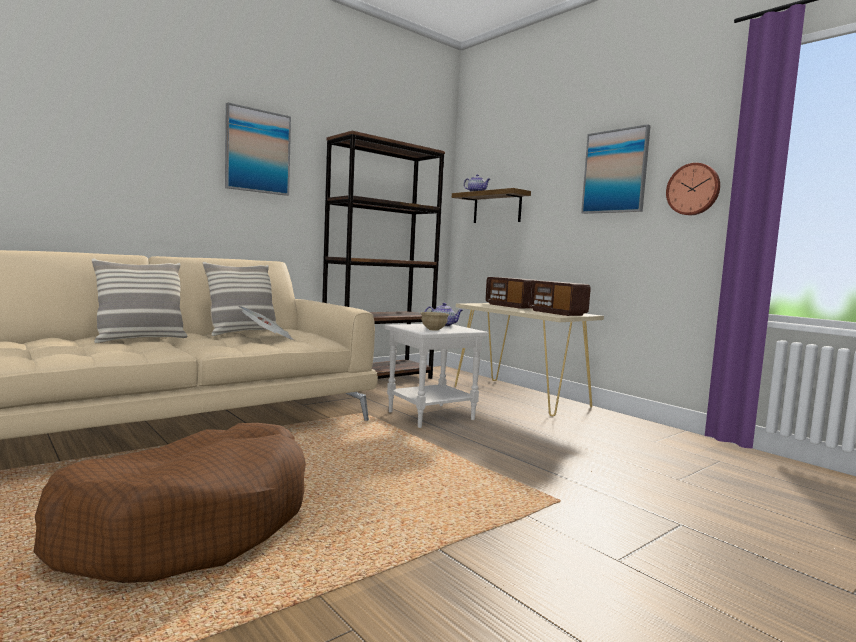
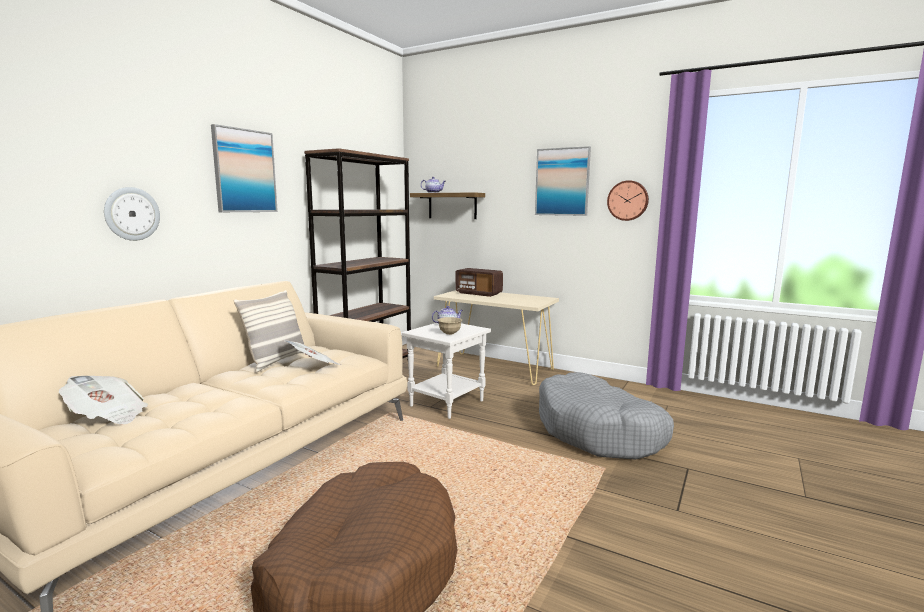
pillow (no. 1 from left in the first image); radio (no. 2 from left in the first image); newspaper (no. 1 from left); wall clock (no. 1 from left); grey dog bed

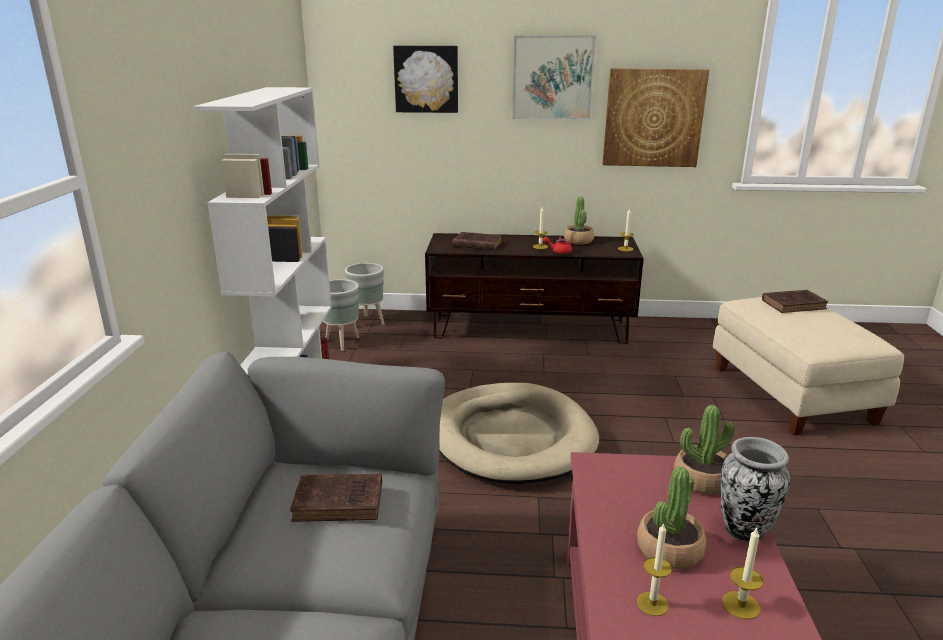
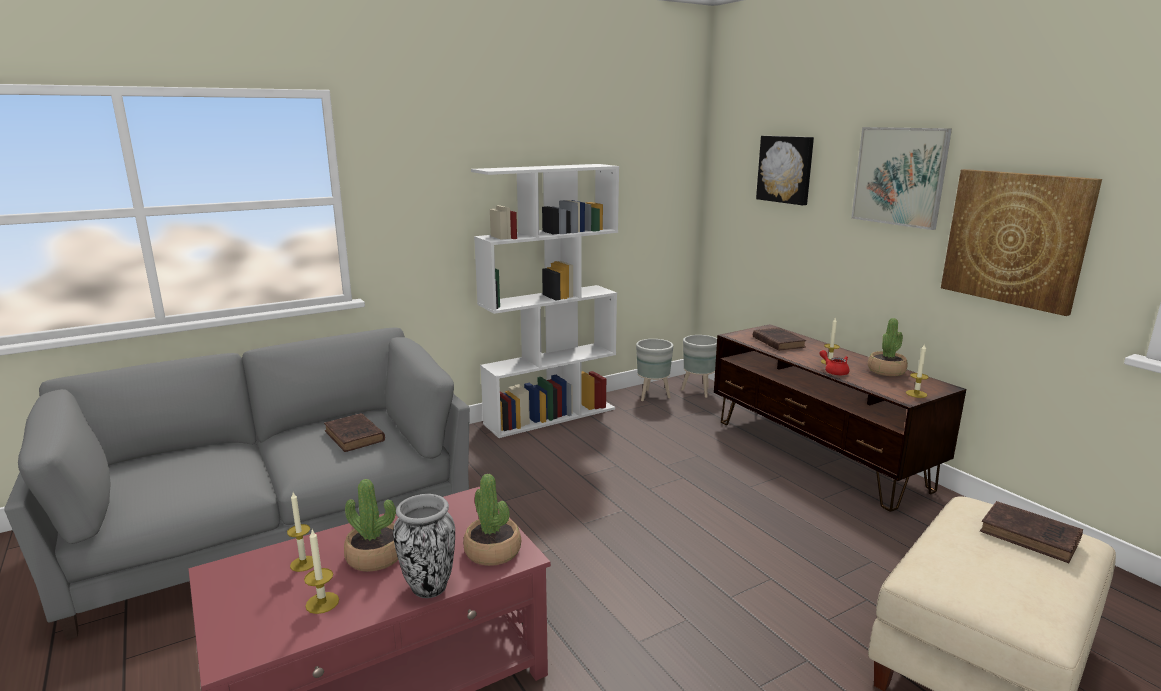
beige dog bed

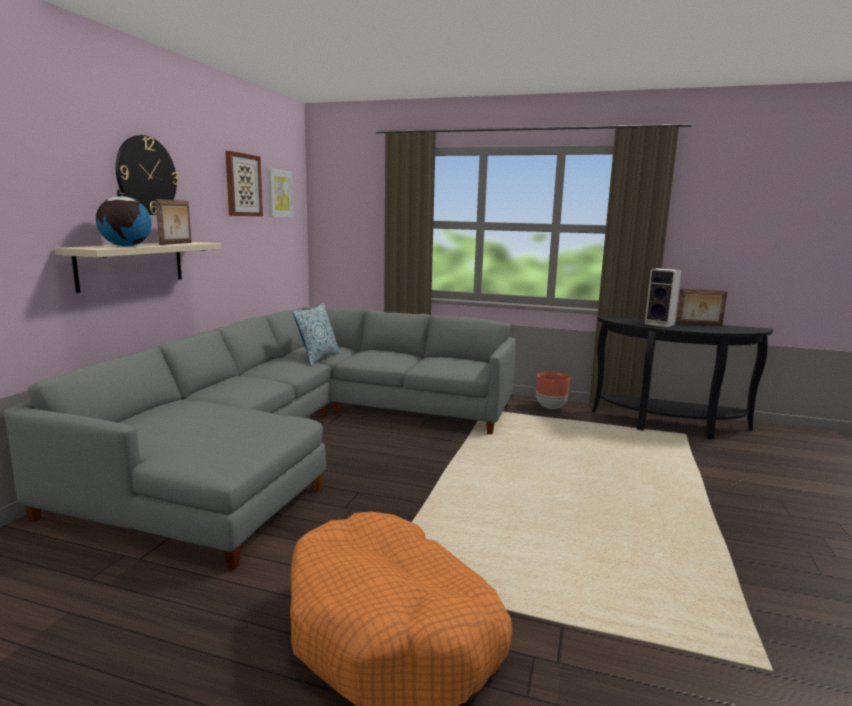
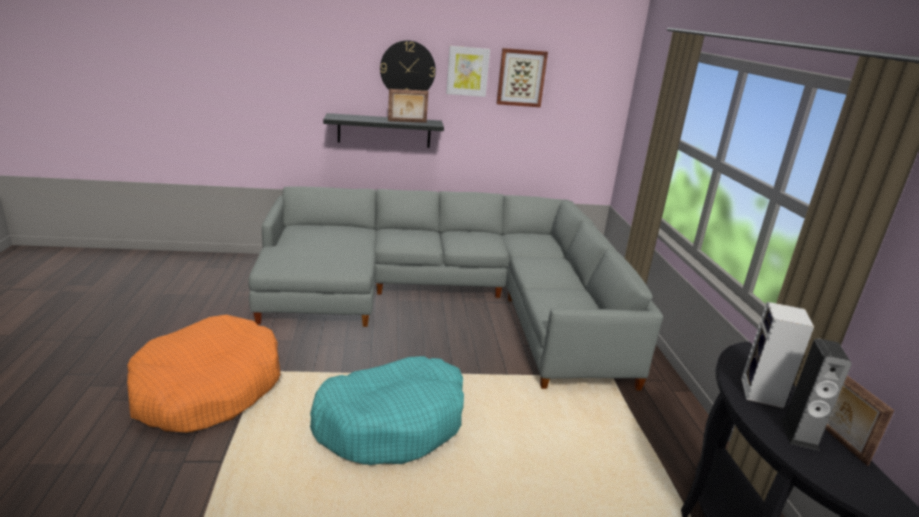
black shelf; globe; picture (no. 1 from left); pillow; brown planter; turquoise dog bed; speaker (no. 2 from left)

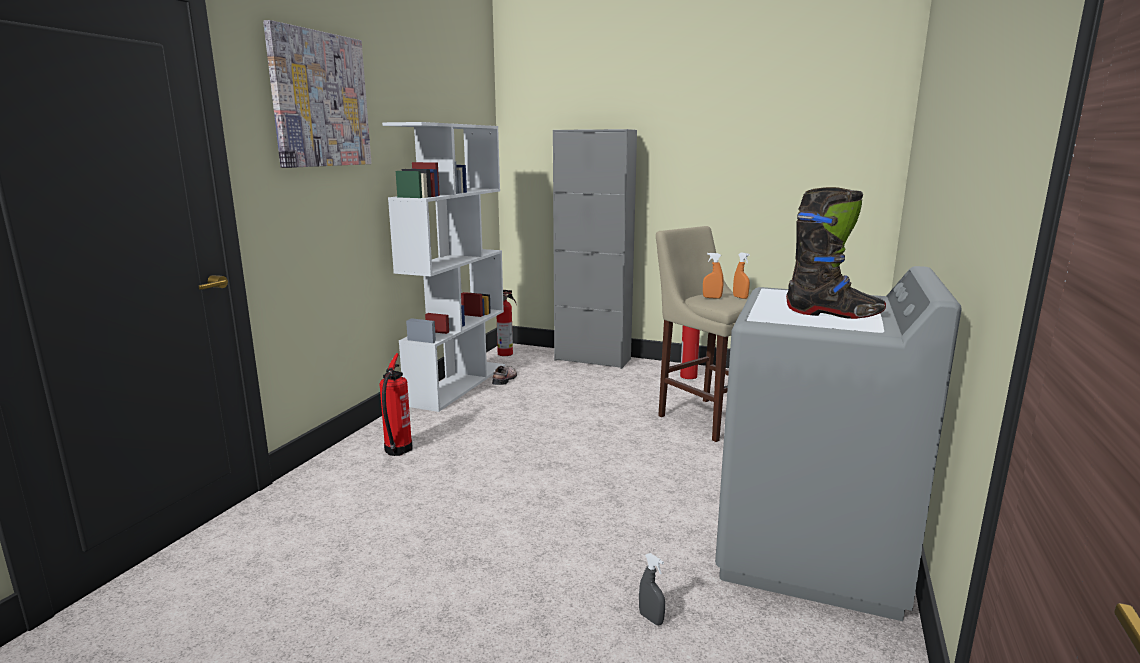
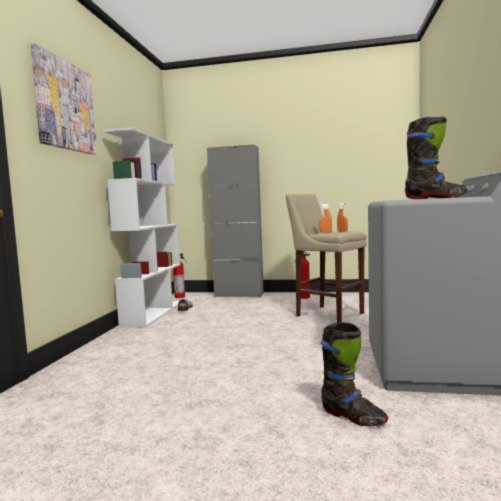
fire extinguisher (no. 1 from left in the first image); black boot (no. 1 from left)

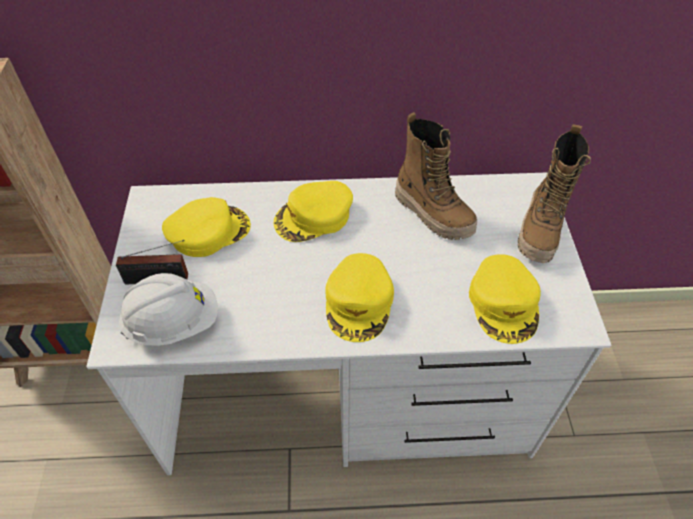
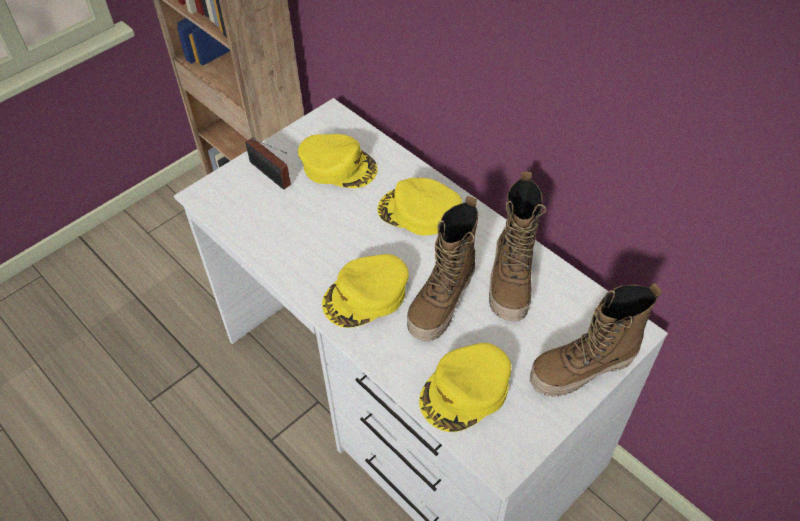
white hard hat; boot (no. 1 from left)

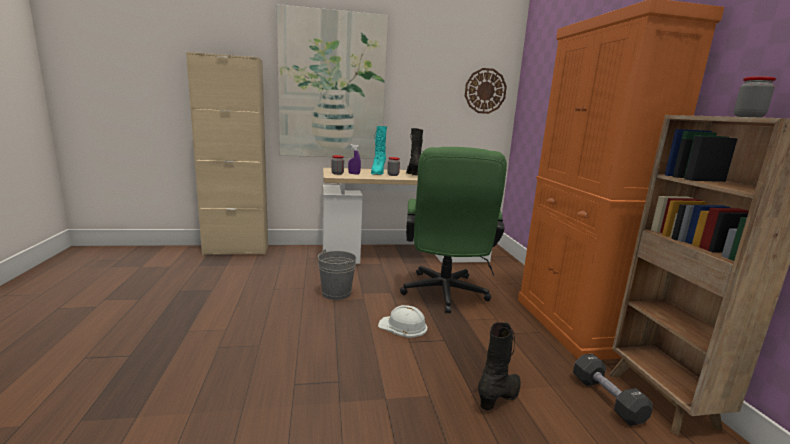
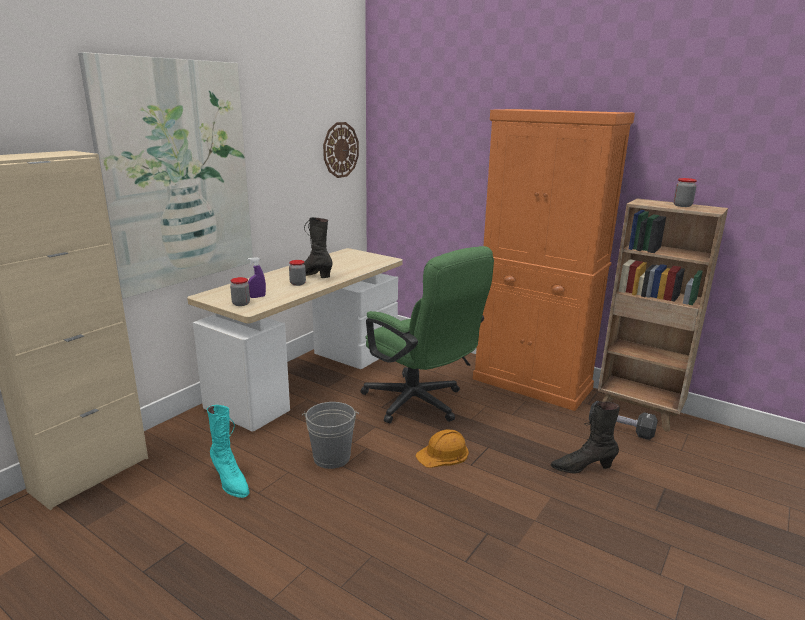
turquoise boot; orange hard hat; black boot (no. 2 from left)

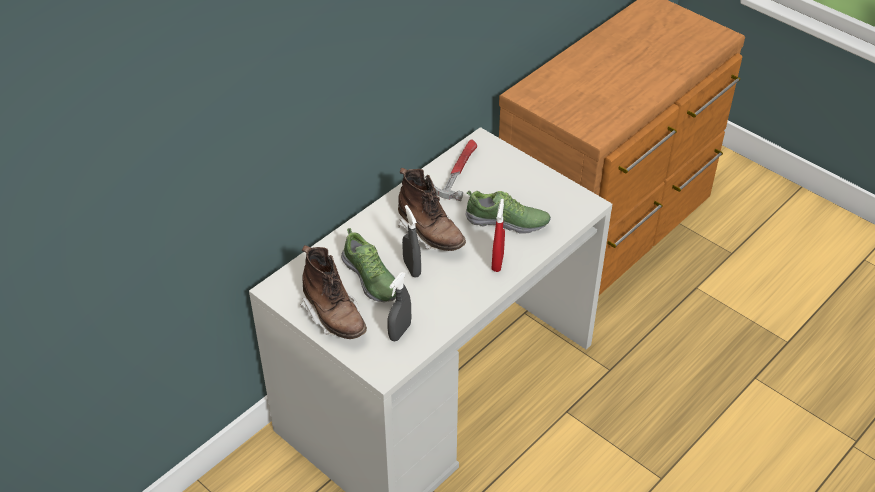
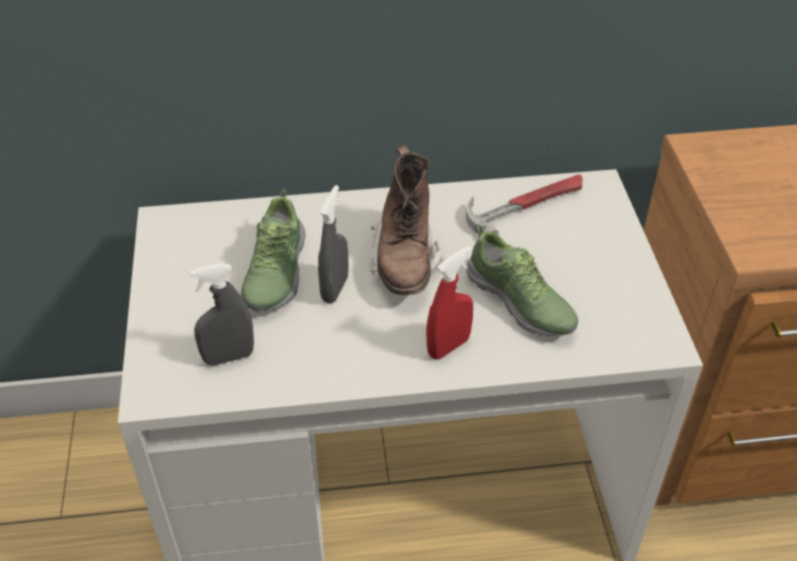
brown boot (no. 1 from left in the first image)

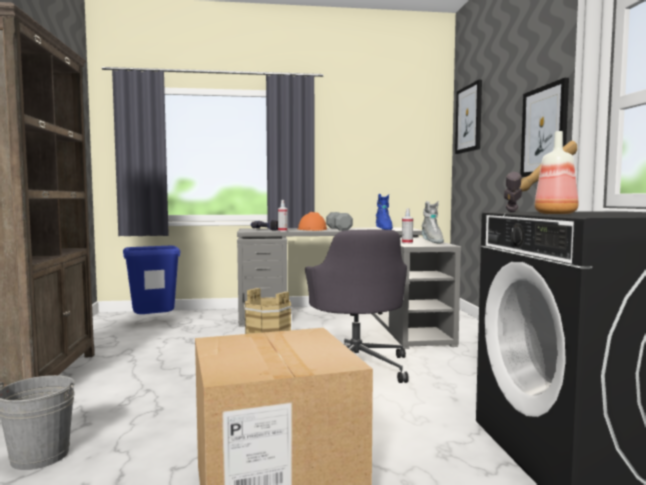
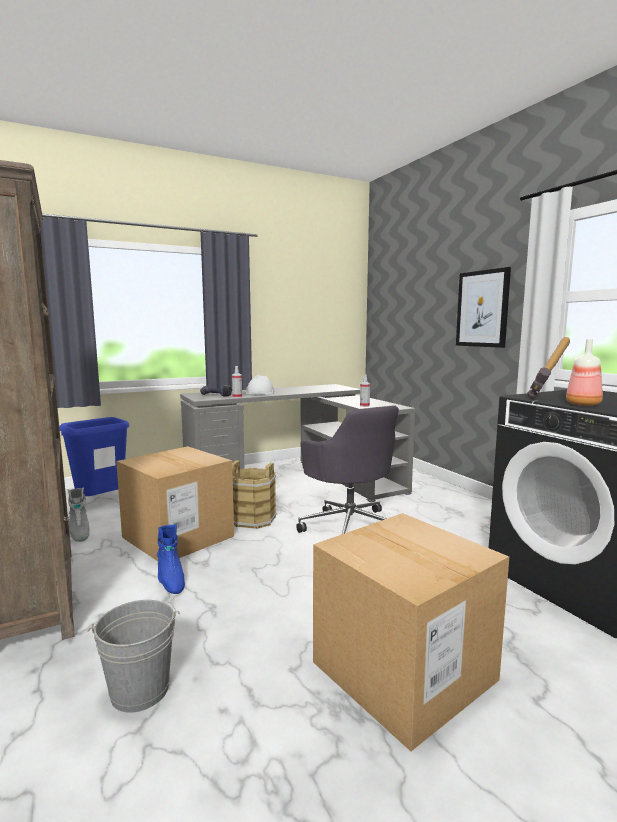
white hard hat; grey dumbbell; blue boot; grey boot; picture (no. 1 from left in the first image); cardboard box (no. 1 from left)

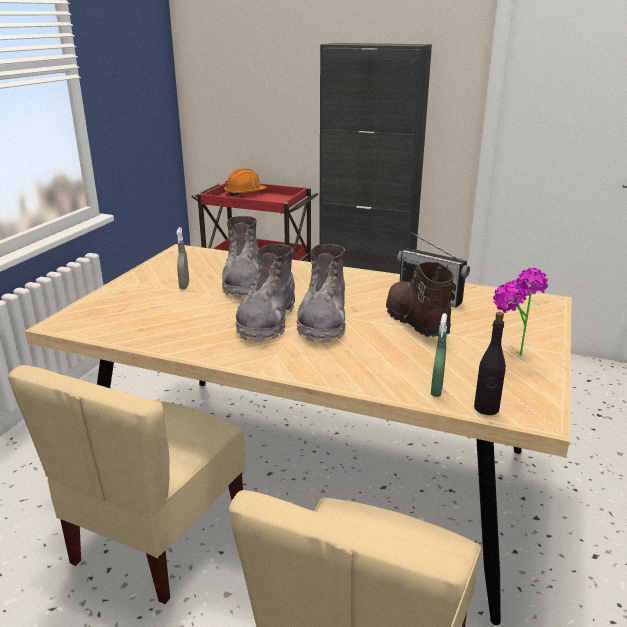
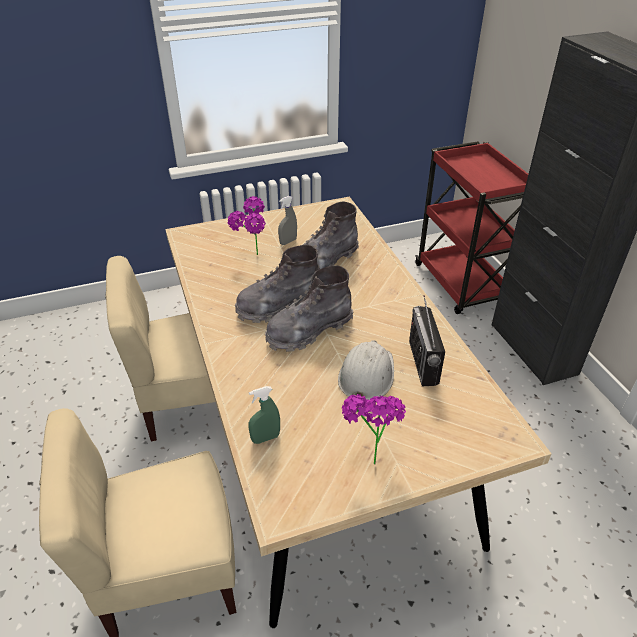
orange hard hat; white hard hat; black bottle; potted plant (no. 1 from left)

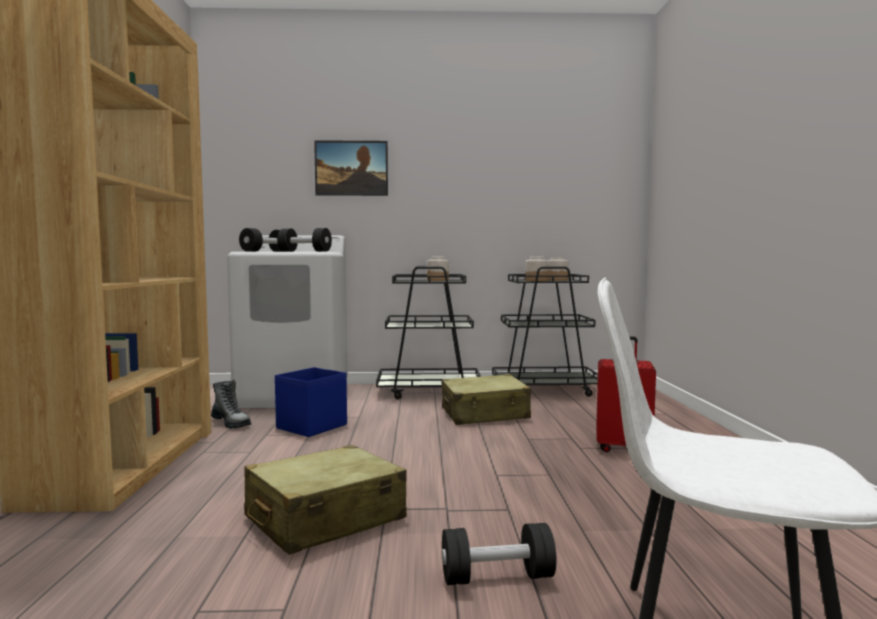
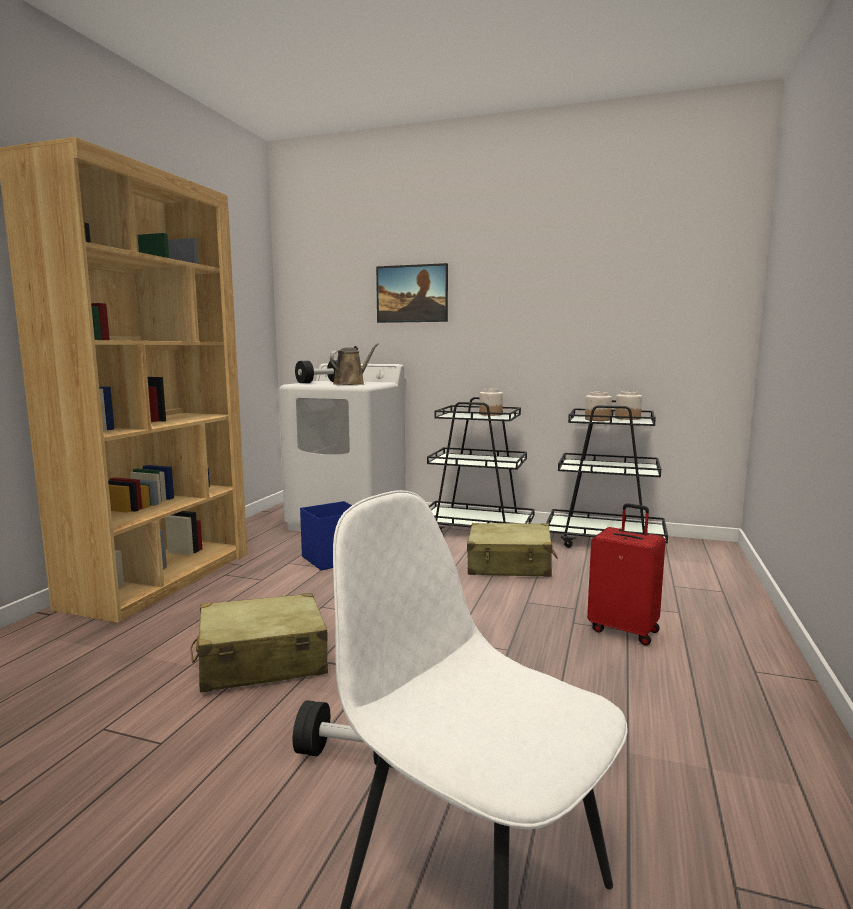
boot; brown watering can

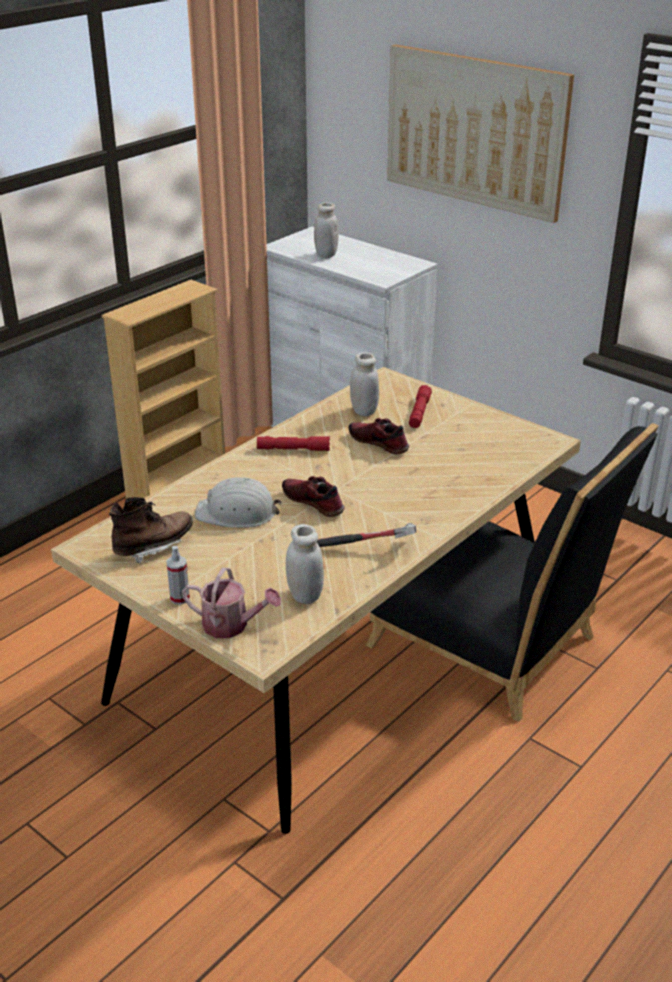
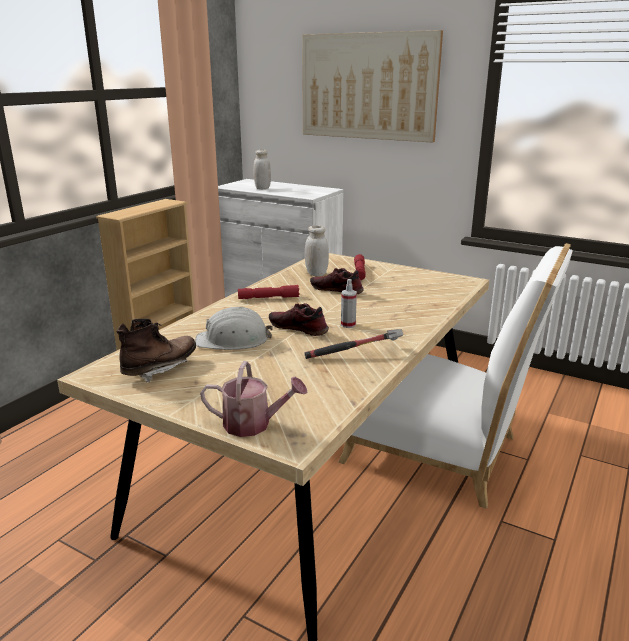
spray bottle; white jar (no. 1 from left in the first image); white chair

